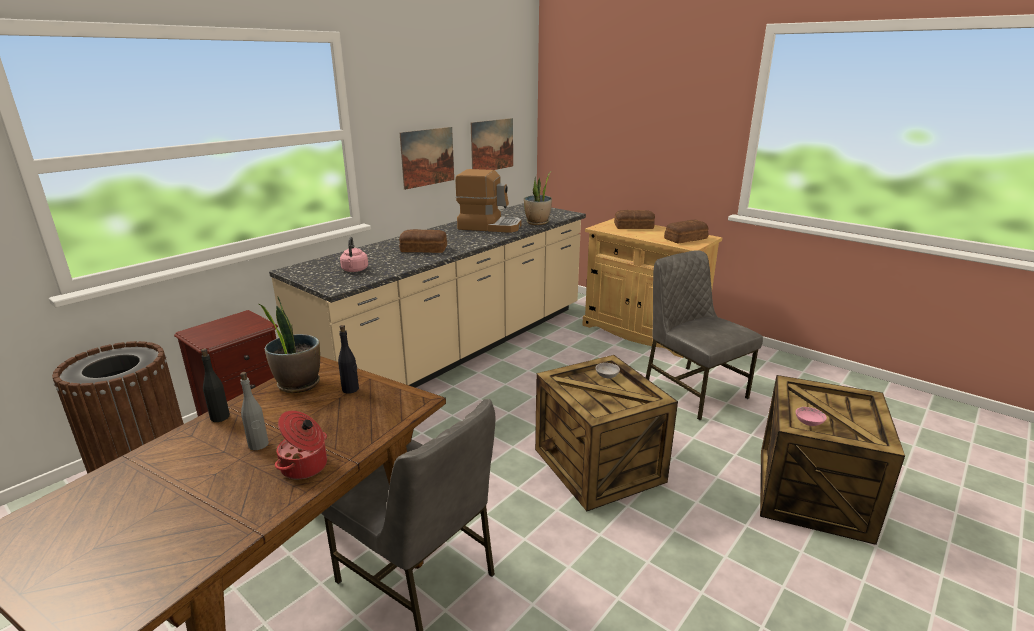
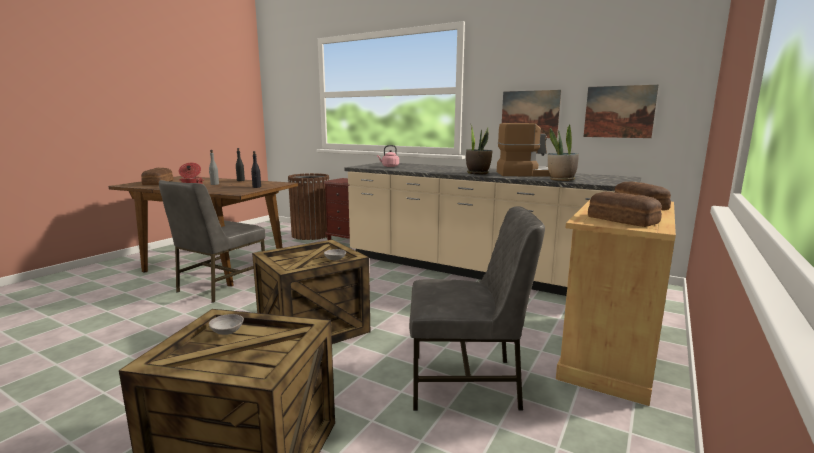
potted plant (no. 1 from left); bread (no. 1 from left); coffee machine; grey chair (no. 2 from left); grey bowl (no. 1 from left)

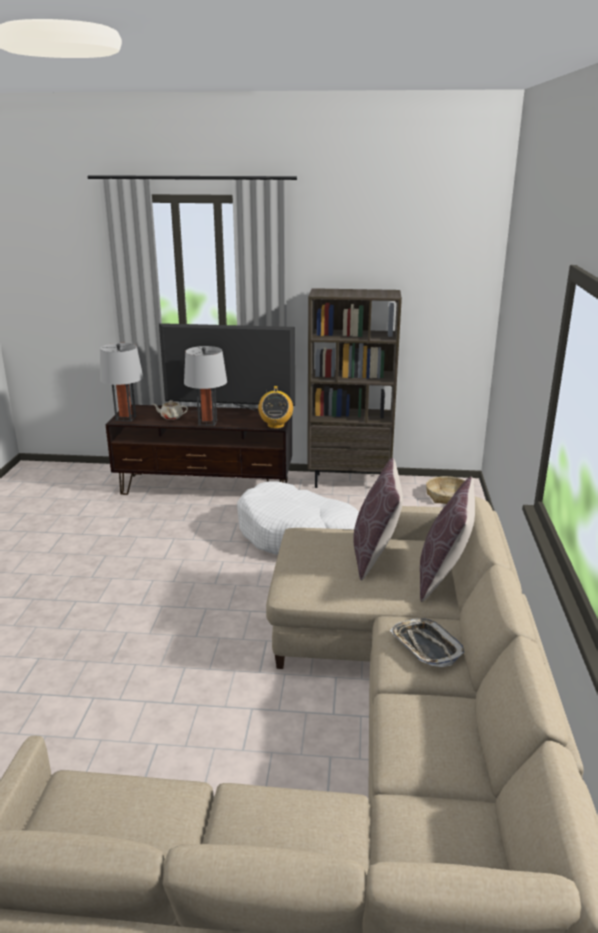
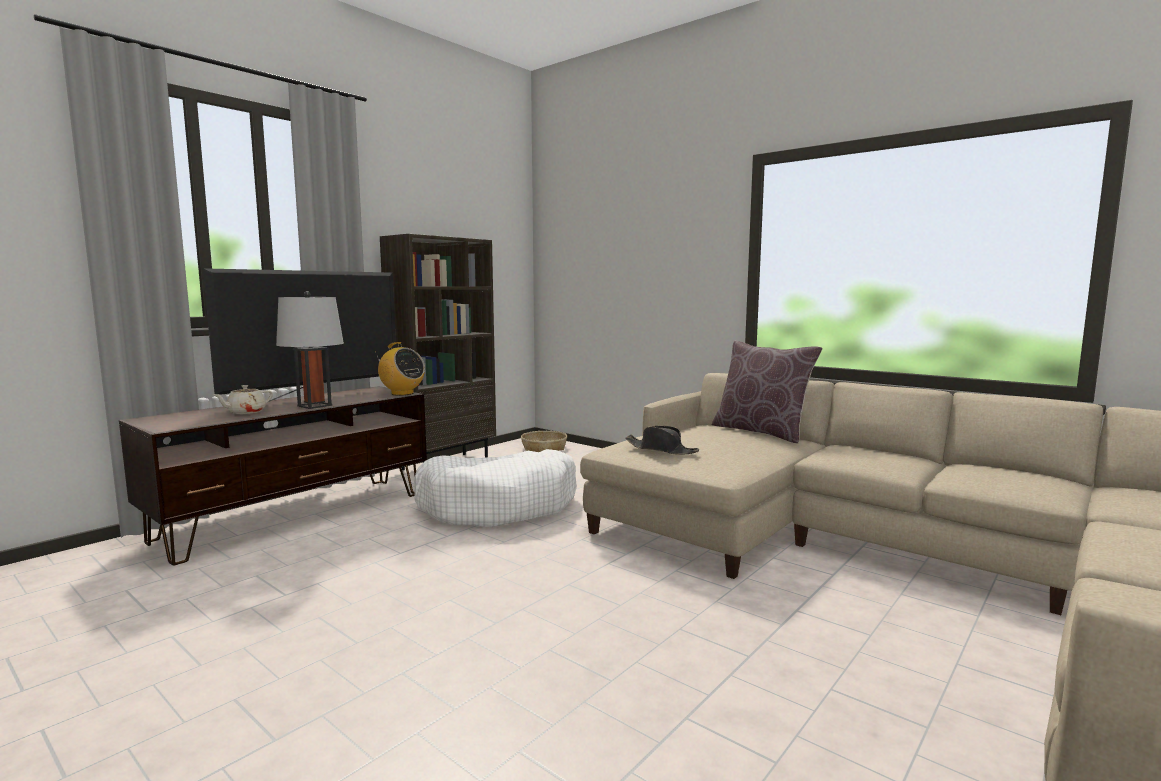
grey table lamp (no. 1 from left in the first image); brown pillow (no. 1 from left in the first image); tray; black hat

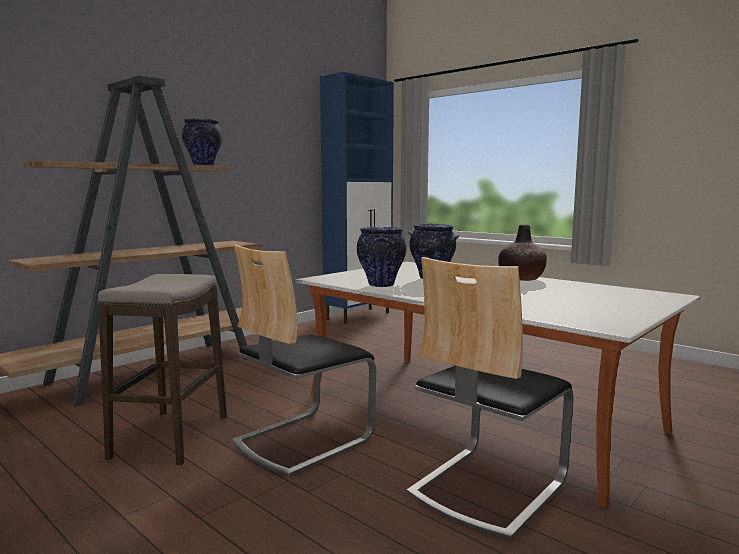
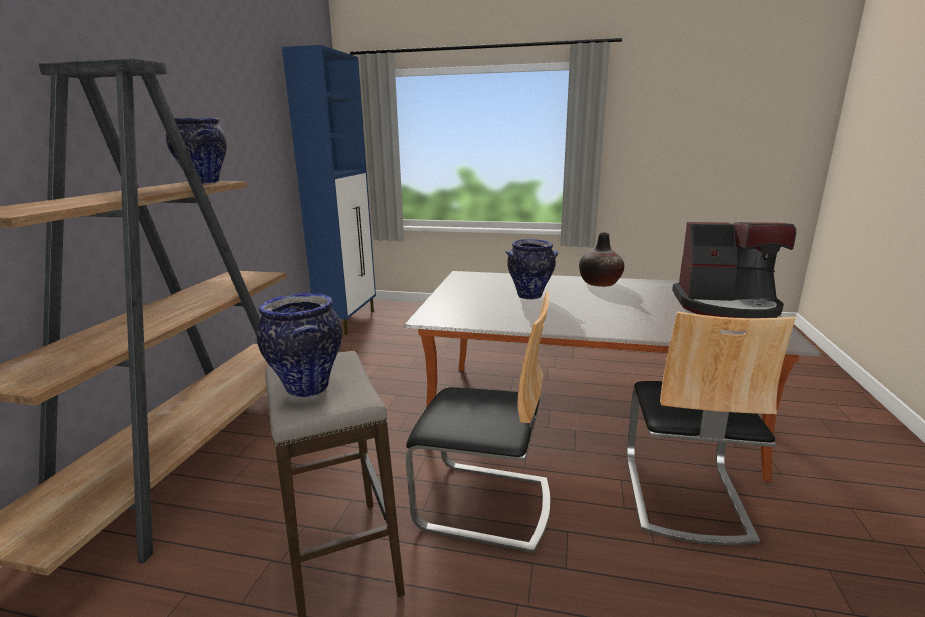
chair (no. 1 from left); vase (no. 2 from left); coffee machine

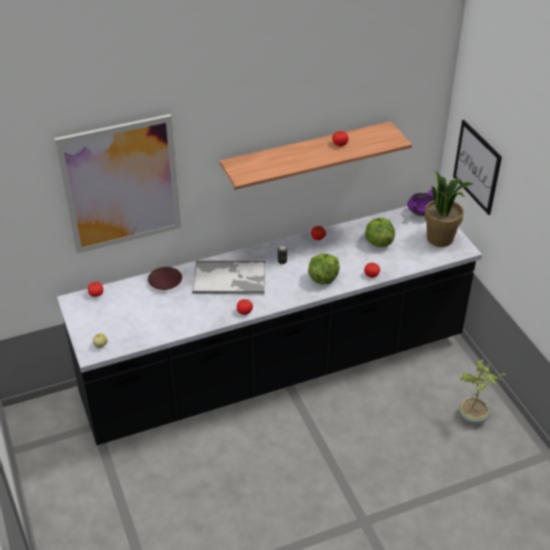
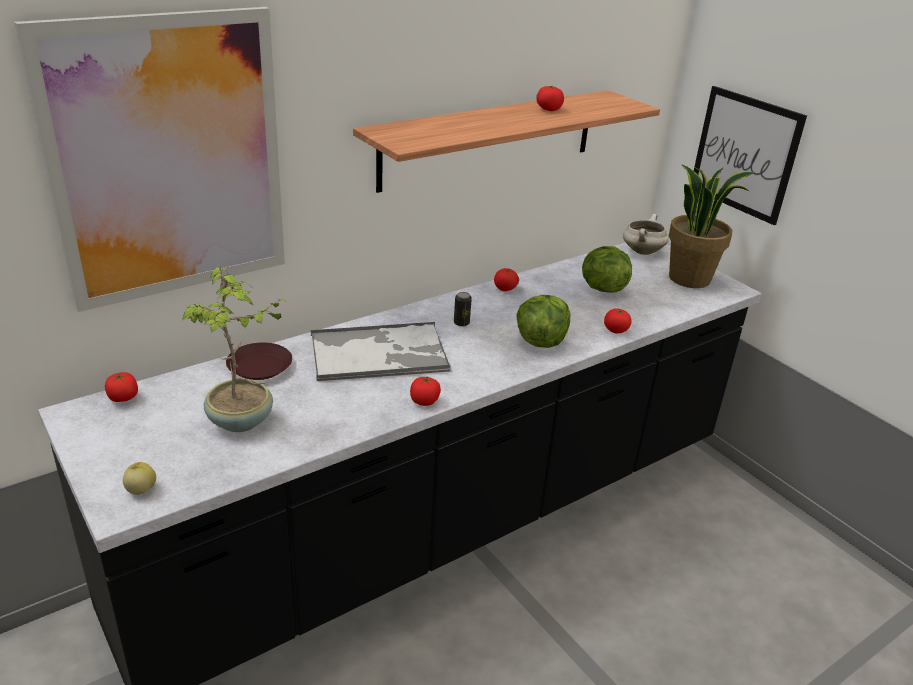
white cooking pot; potted plant (no. 1 from left)

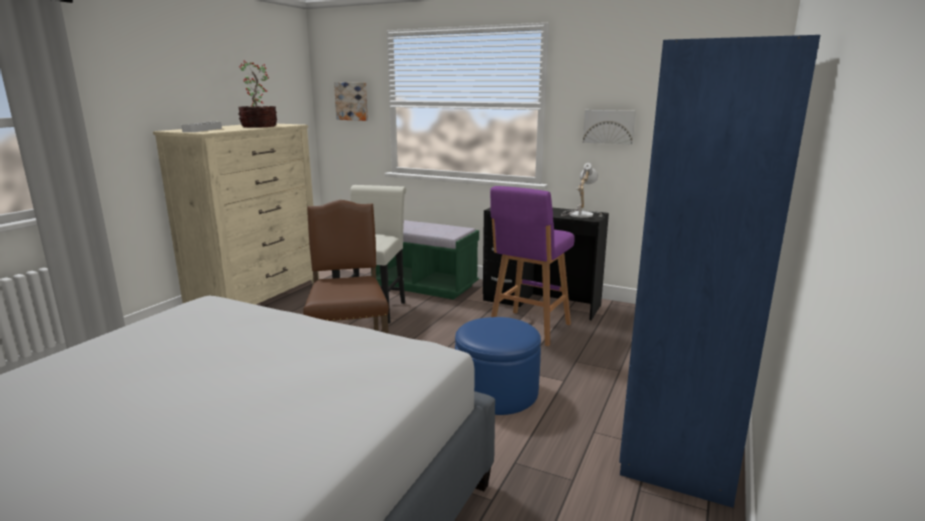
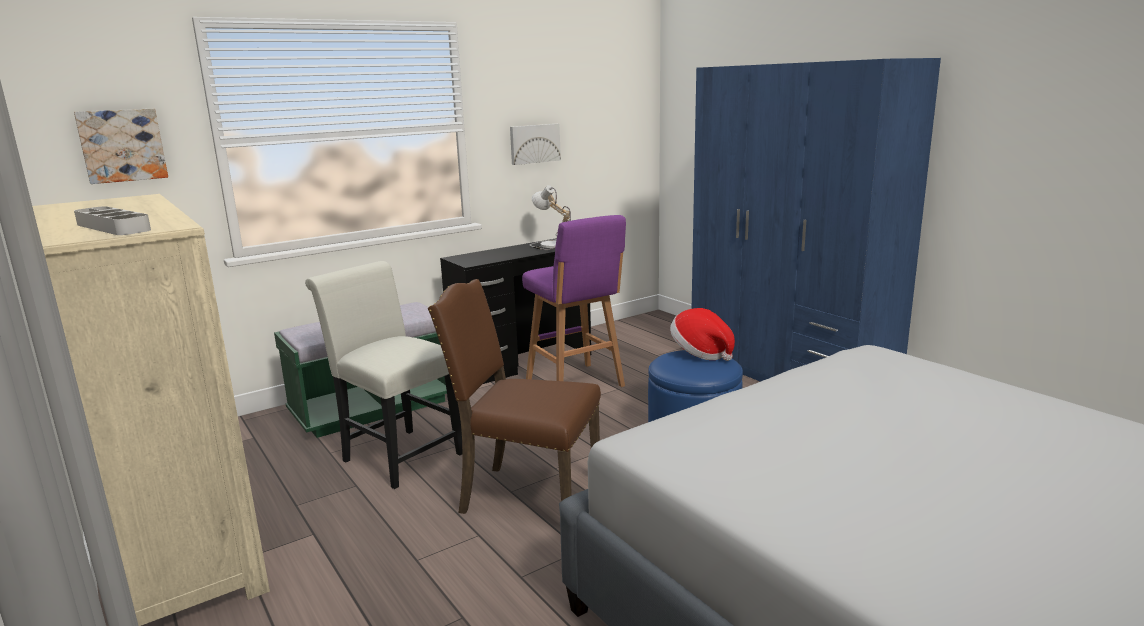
potted plant; hat

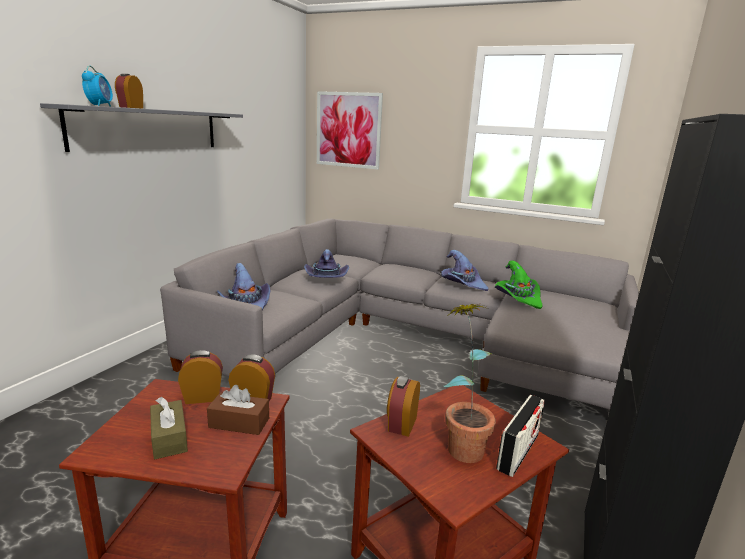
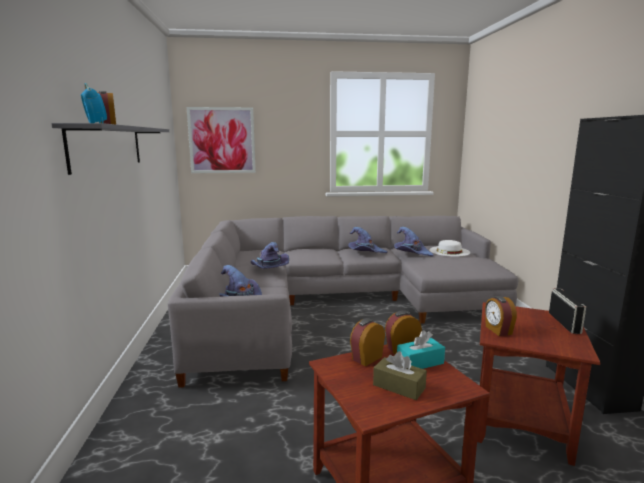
turquoise tissue box; potted plant; purple hat (no. 4 from left); white hat

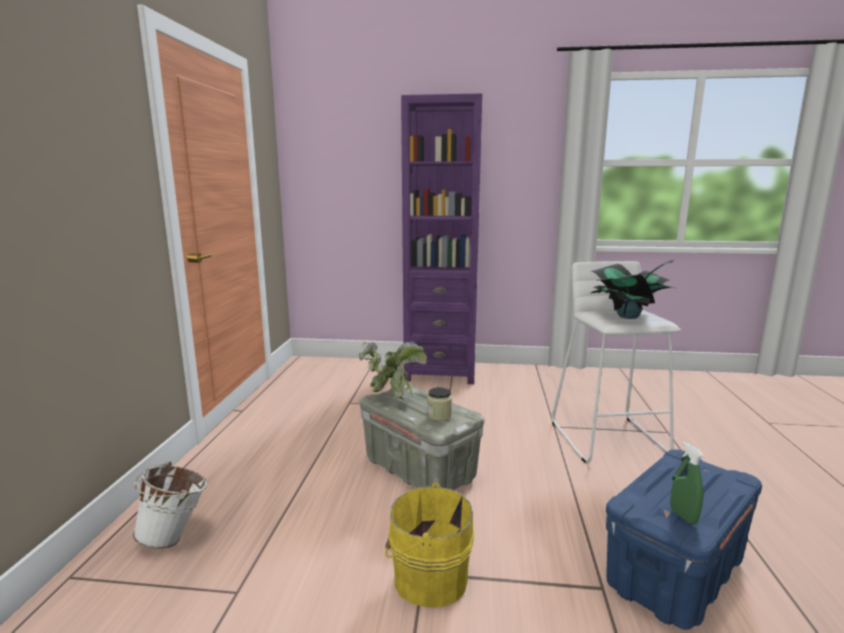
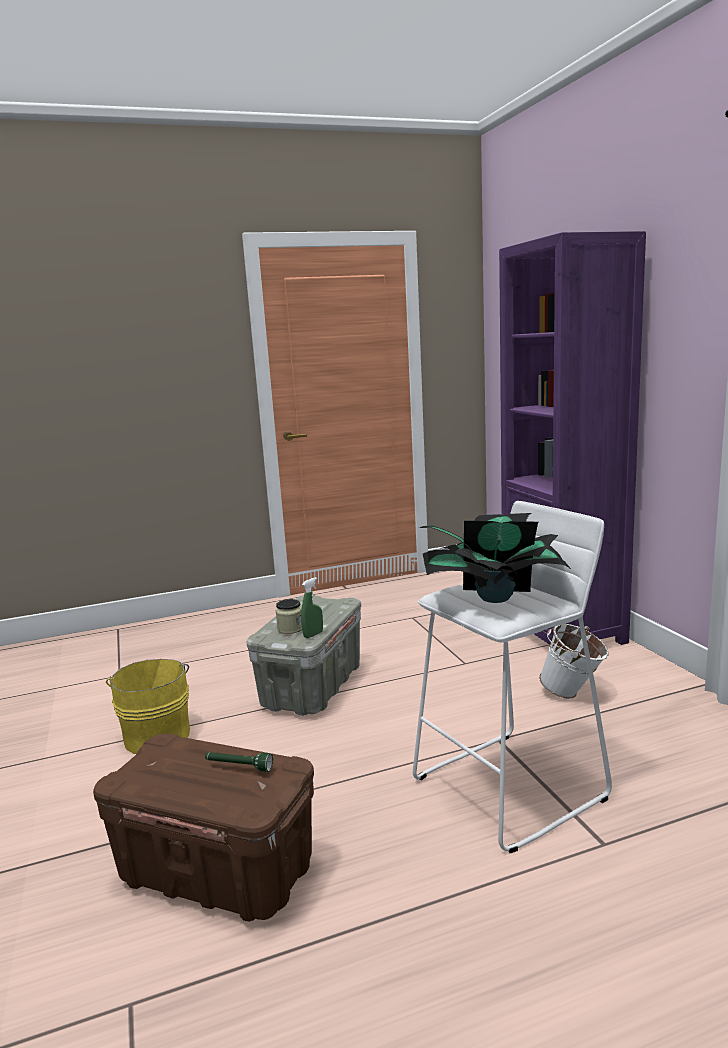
white bucket; potted plant (no. 1 from left in the first image); brown storage box; green spray bottle

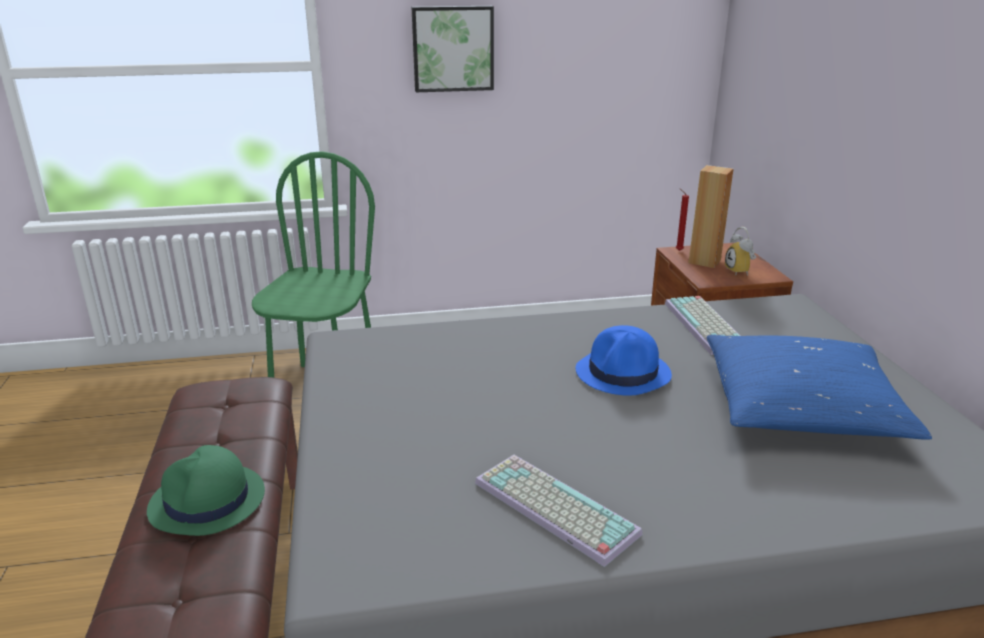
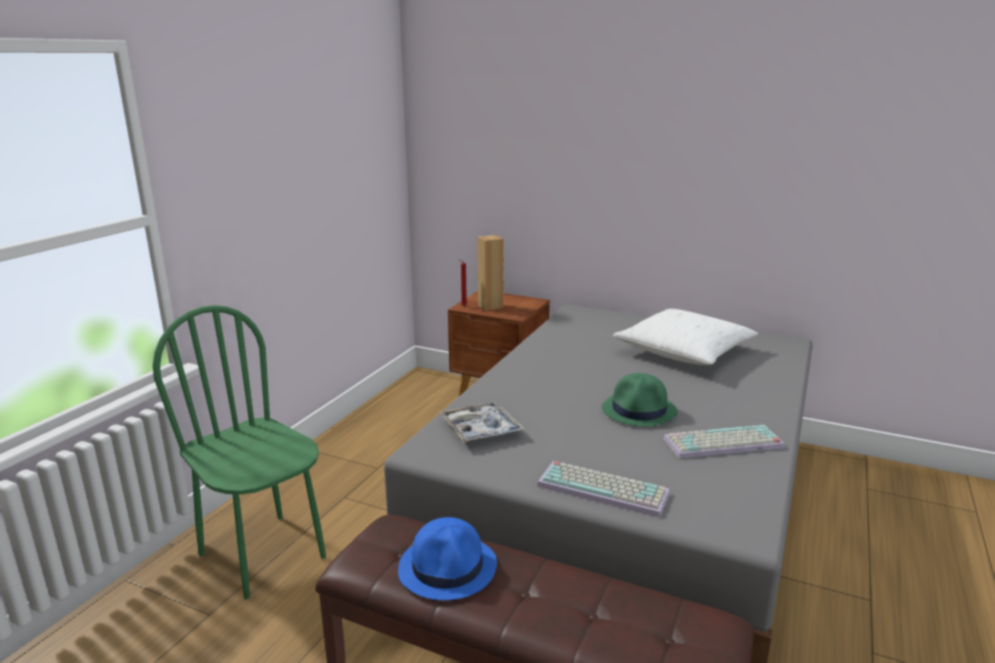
green hat; picture; blue hat; keyboard (no. 1 from left); white pillow; alarm clock; tray

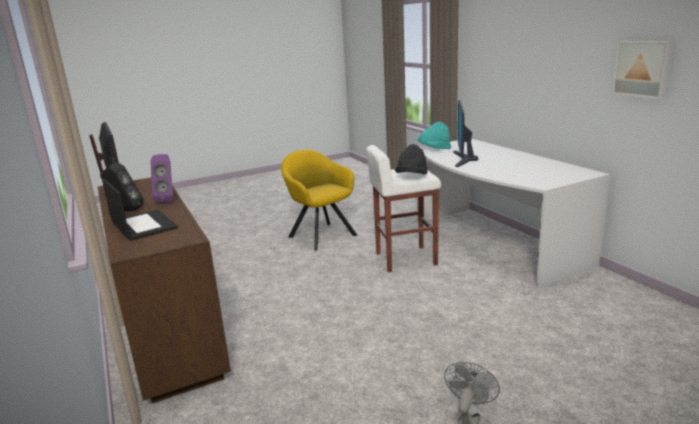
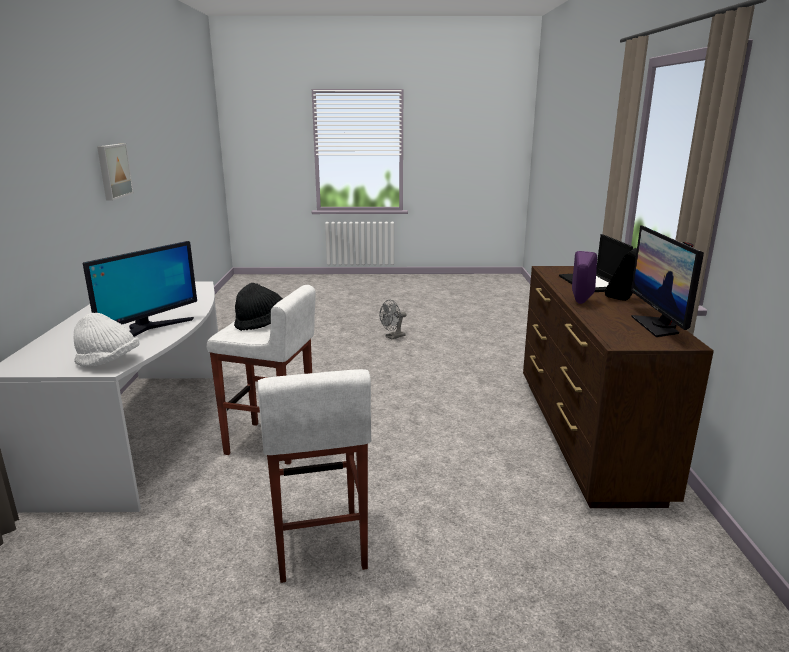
white stool (no. 2 from left); white hat

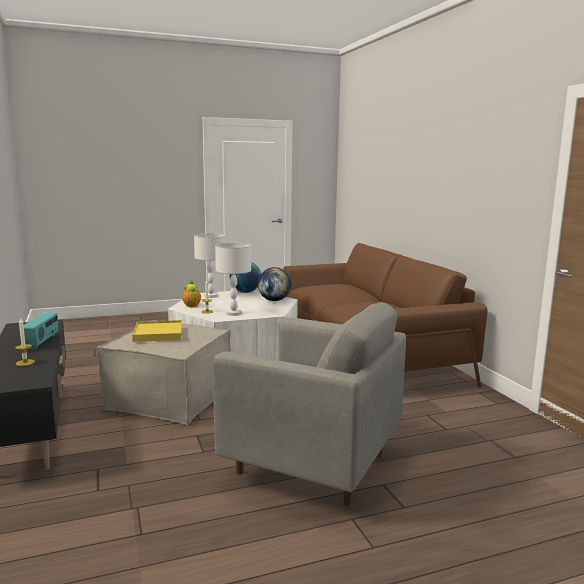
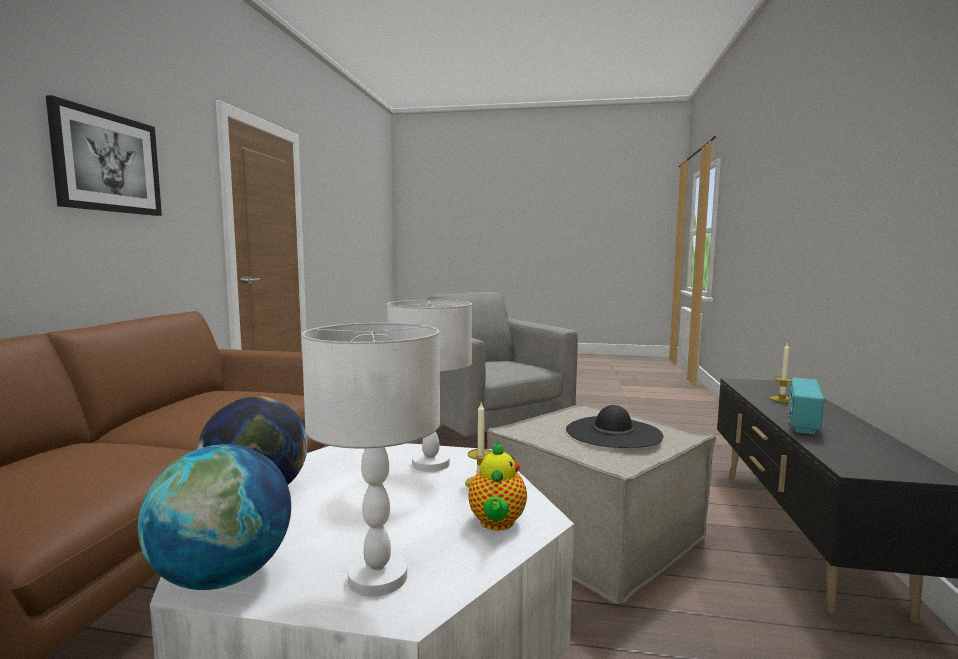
black hat; picture

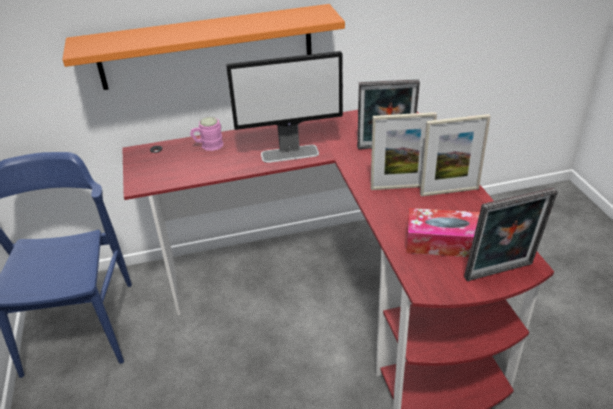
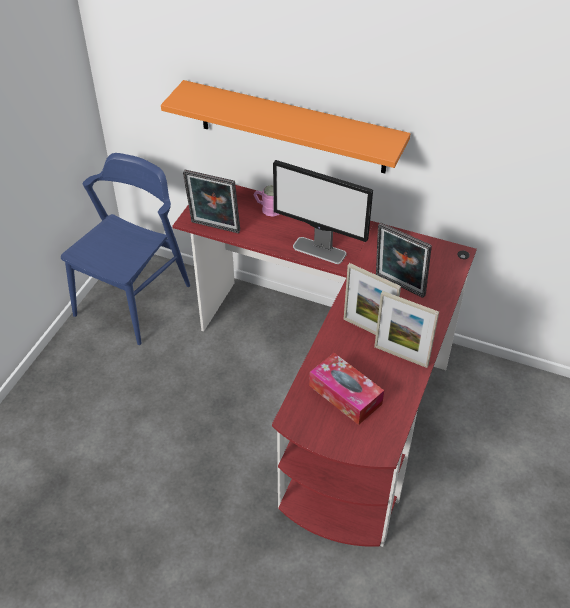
picture frame (no. 1 from left)

